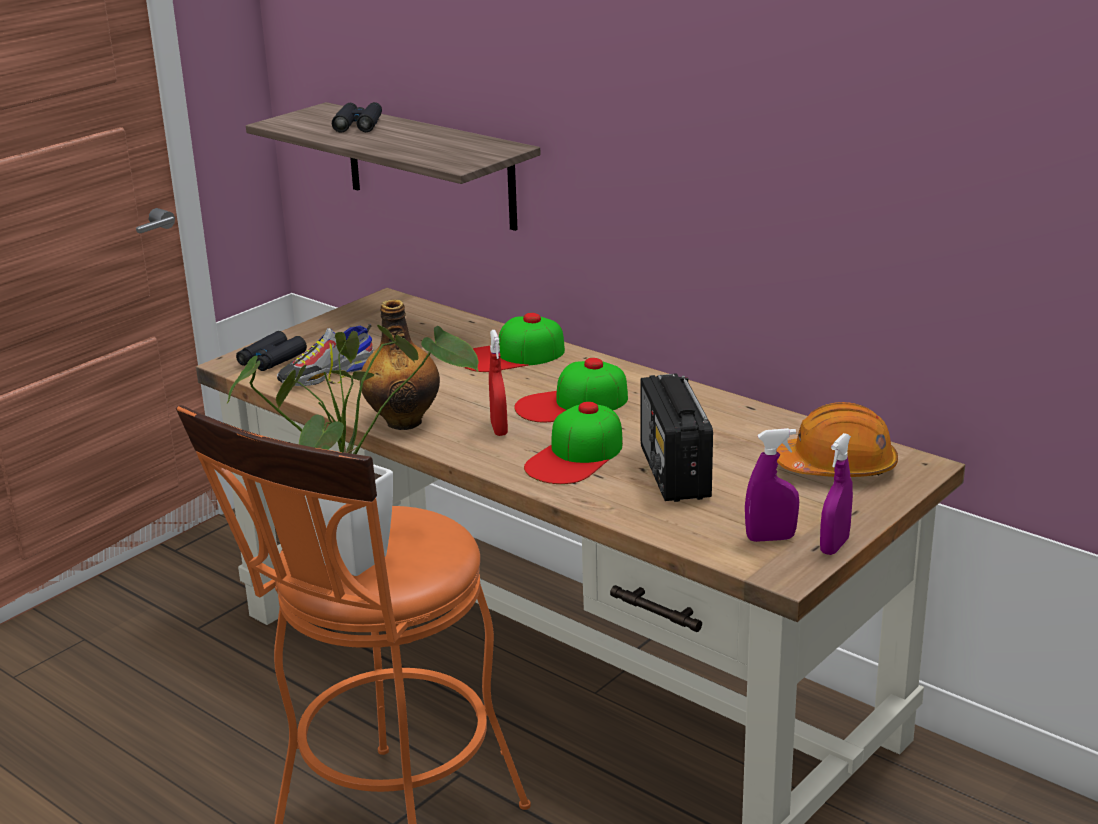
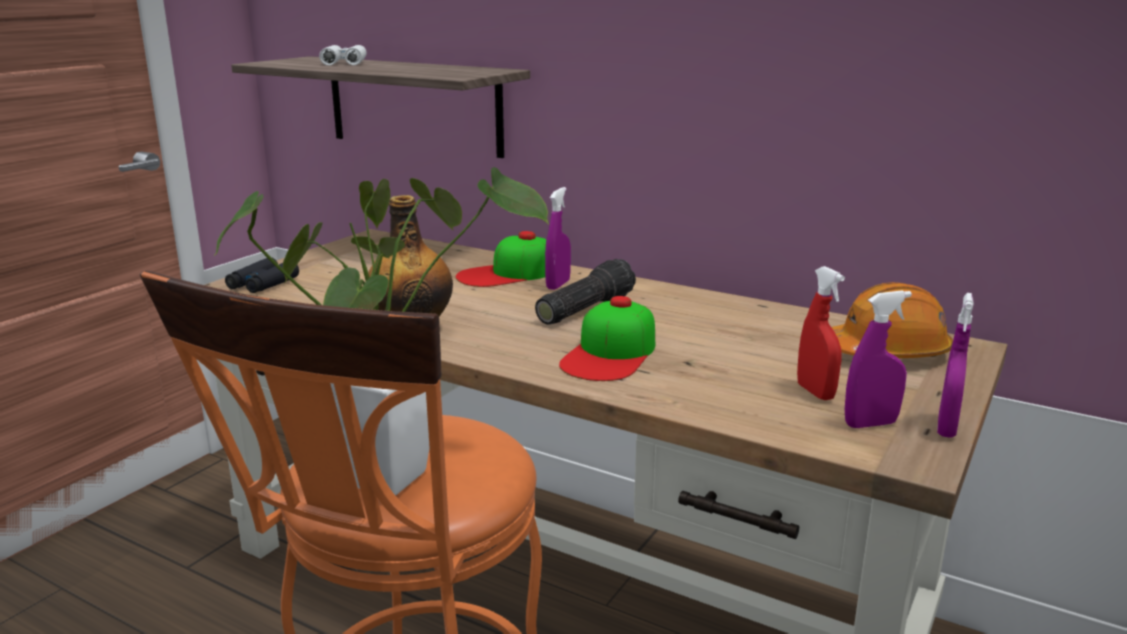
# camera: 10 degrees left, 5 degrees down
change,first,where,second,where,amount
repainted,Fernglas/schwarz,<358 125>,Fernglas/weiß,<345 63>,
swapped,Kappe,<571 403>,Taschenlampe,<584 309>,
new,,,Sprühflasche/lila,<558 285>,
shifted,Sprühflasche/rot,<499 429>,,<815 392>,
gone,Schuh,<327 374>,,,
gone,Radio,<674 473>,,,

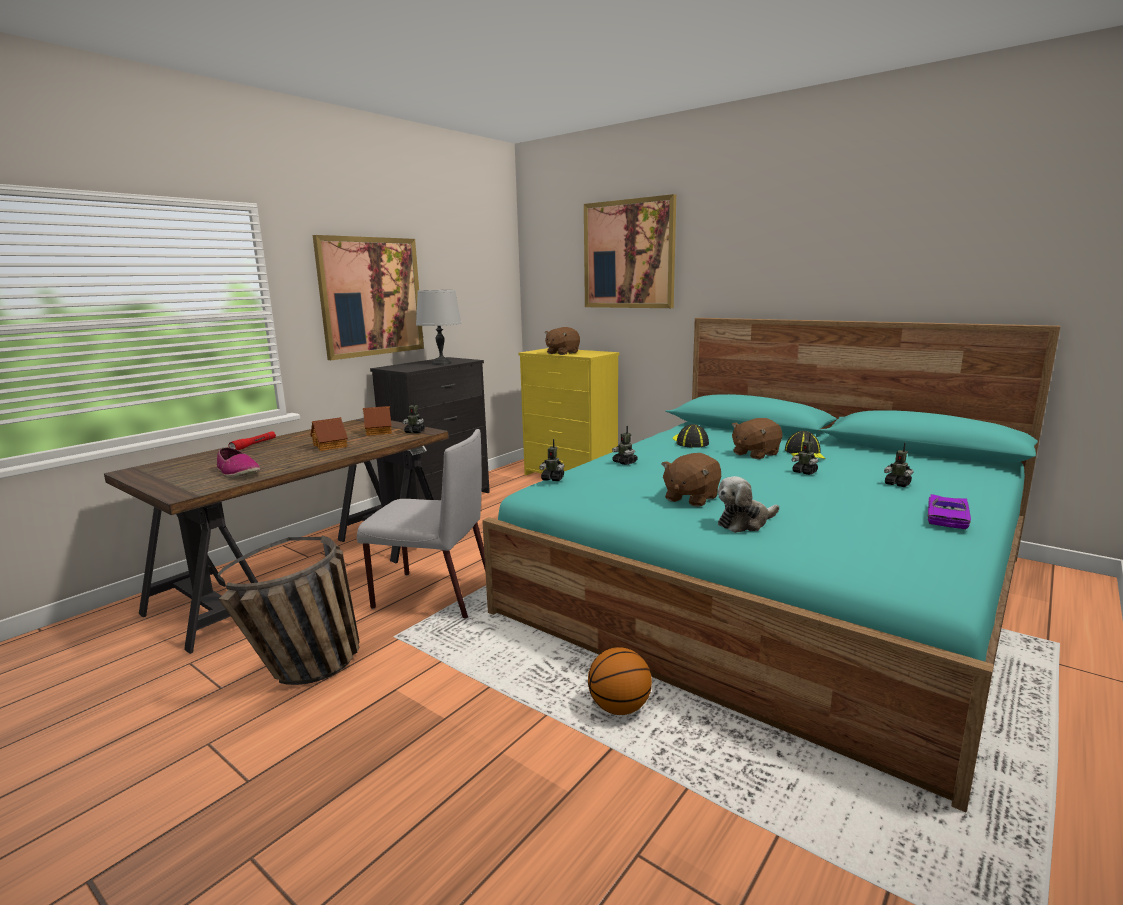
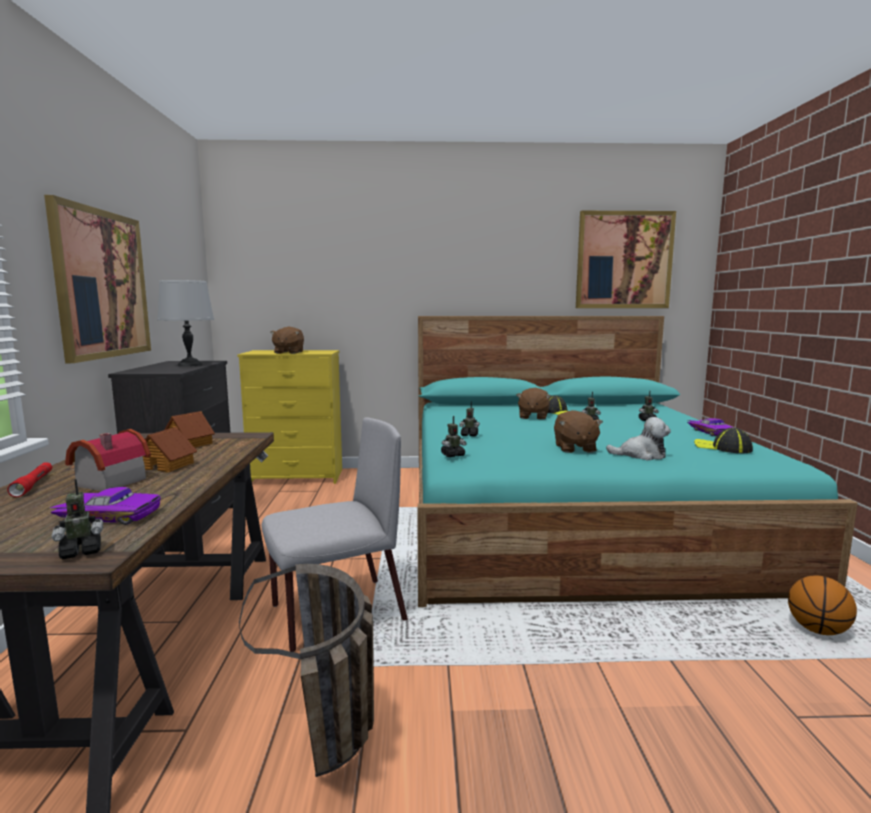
# camera: 40 degrees left, 5 degrees down
change,first,where,second,where,amount
swapped,Schuh,<237 472>,Spielzeugauto/lila,<111 515>,
shifted,Spielzeugroboter,<414 432>,,<81 552>,
new,,,Spielzeughaus,<107 482>,
shifted,Bild,<628 254>,,<624 260>,
rotated,Plüschtier,<745 523>,,<641 455>,105 degrees counterclockwise
shifted,Kappe,<689 442>,,<723 448>,
shifted,Basketball,<620 708>,,<818 630>,

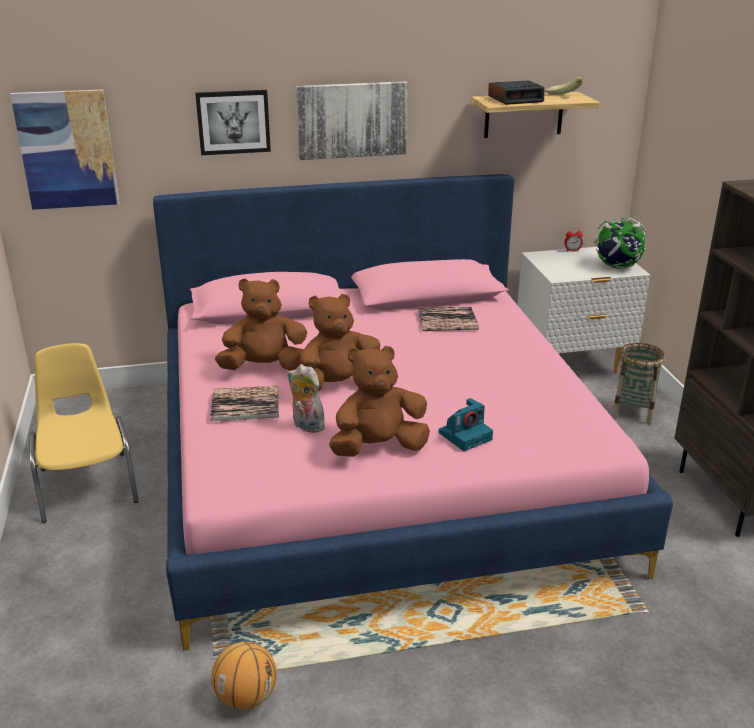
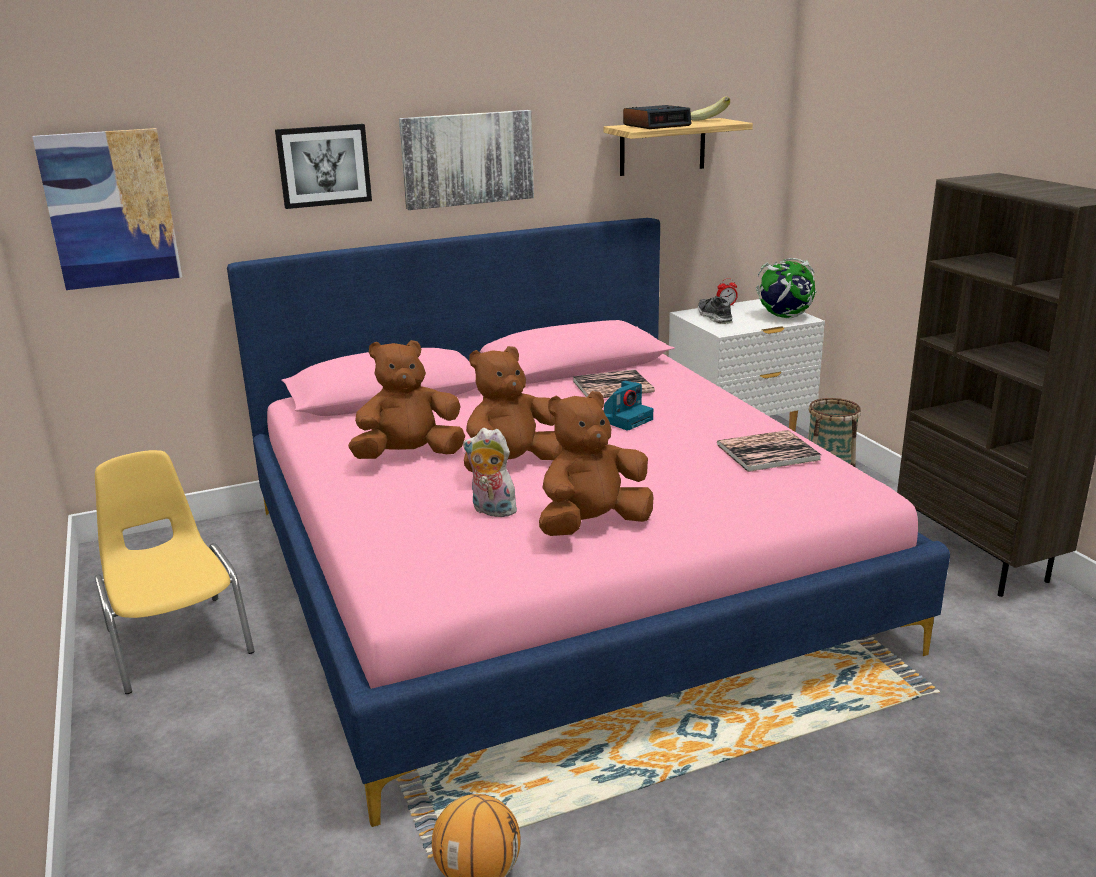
# camera: 10 degrees left, 5 degrees down
change,first,where,second,where,amount
shifted,Kamera,<465 435>,,<625 419>,
new,,,Schuh,<714 317>,
shifted,Buch,<245 404>,,<768 452>,

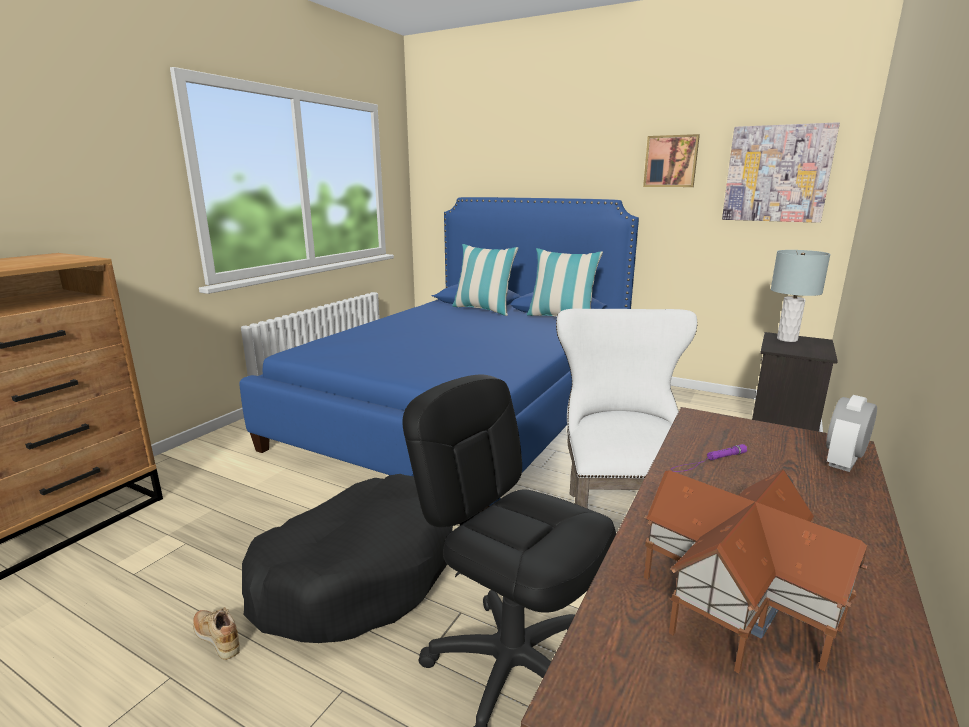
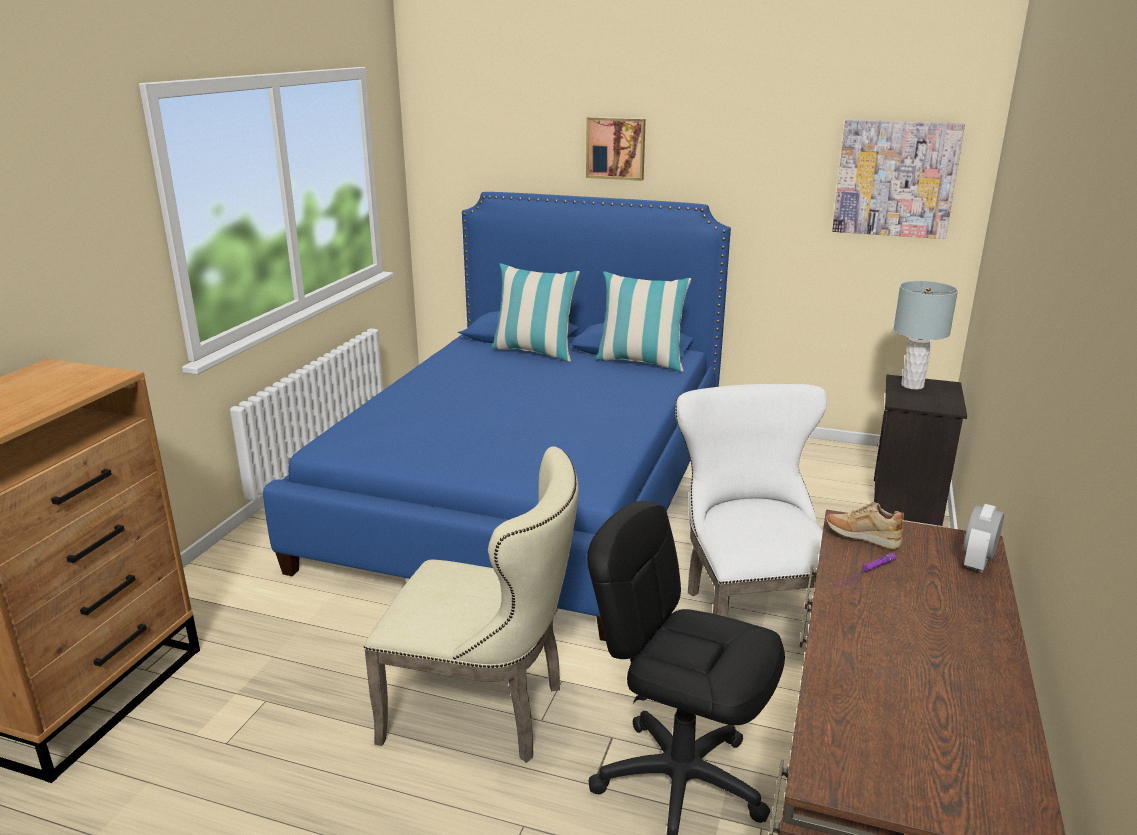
# camera: 10 degrees left, 5 degrees up
change,first,where,second,where,amount
swapped,Hundebett/schwarz,<358 573>,Stuhl/beige,<486 710>,
shifted,Bild,<671 161>,,<616 148>,
shifted,Schuh/beige,<218 639>,,<862 538>,
gone,Spielzeughaus,<735 599>,,,

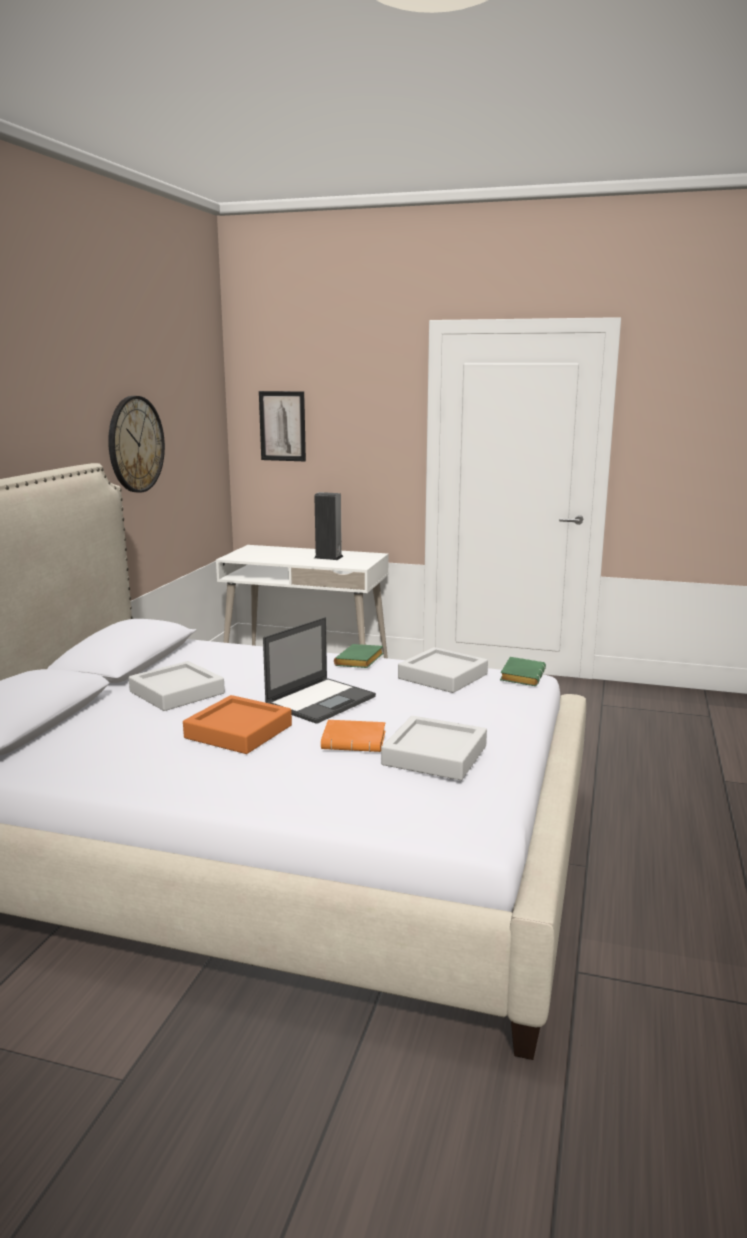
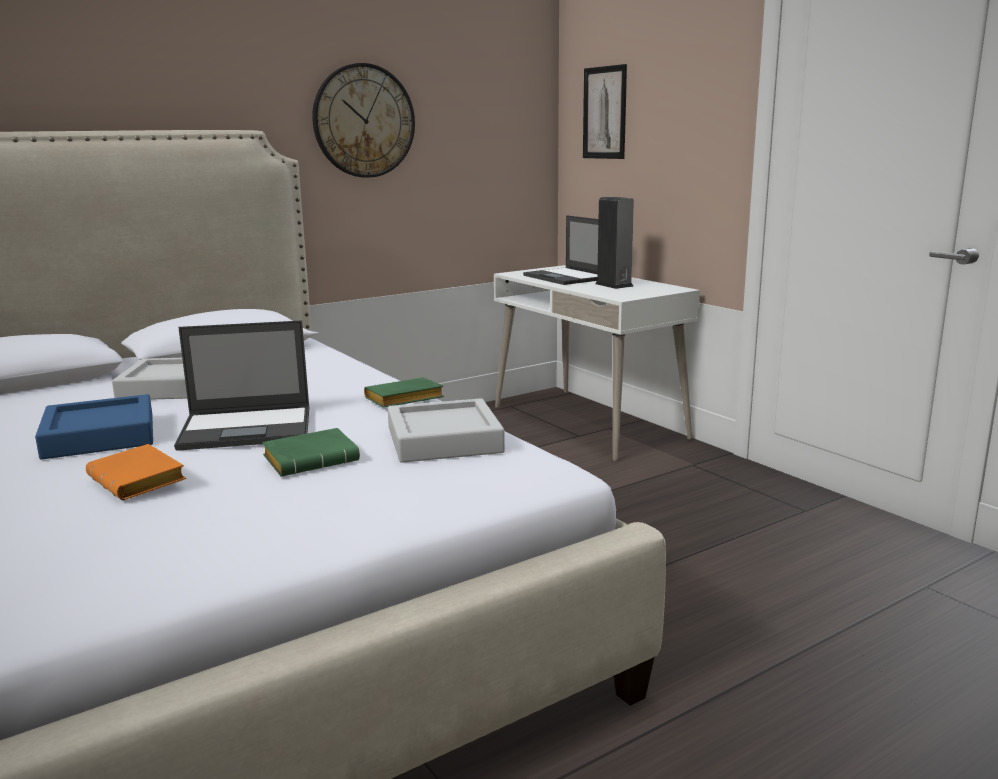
# camera: 40 degrees right, 0 degrees up
change,first,where,second,where,amount
repainted,Tablett/orange,<238 732>,Tablett/blau,<100 436>,
shifted,Buch/grün,<521 676>,,<313 459>,
new,,,Laptop,<567 277>,
gone,Tablett/grau,<434 755>,,,

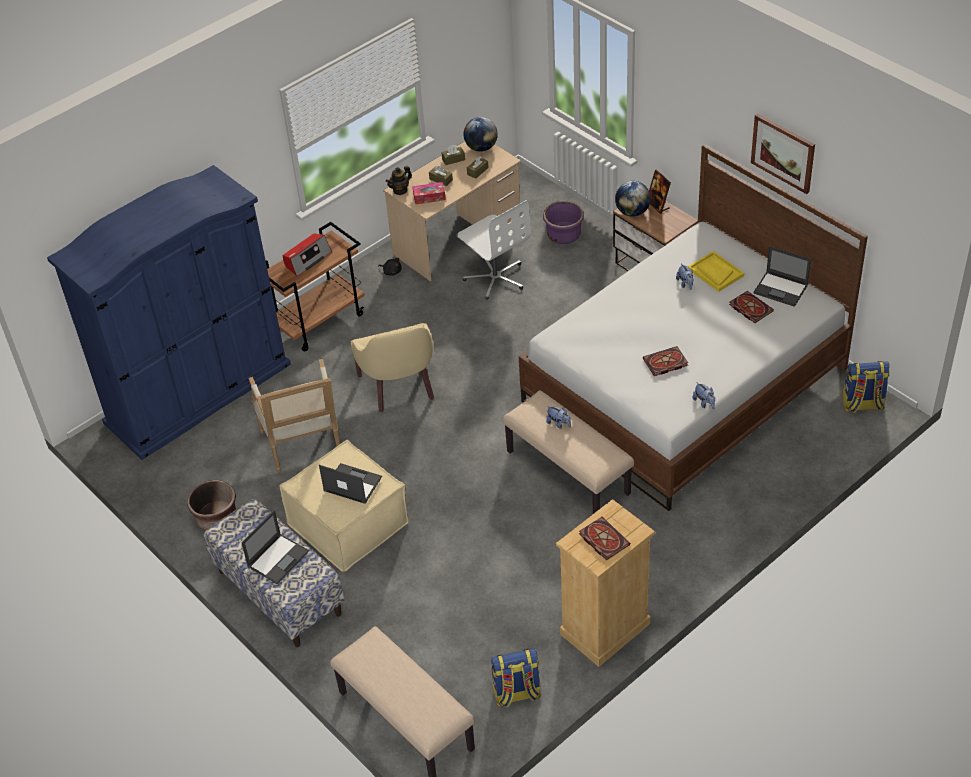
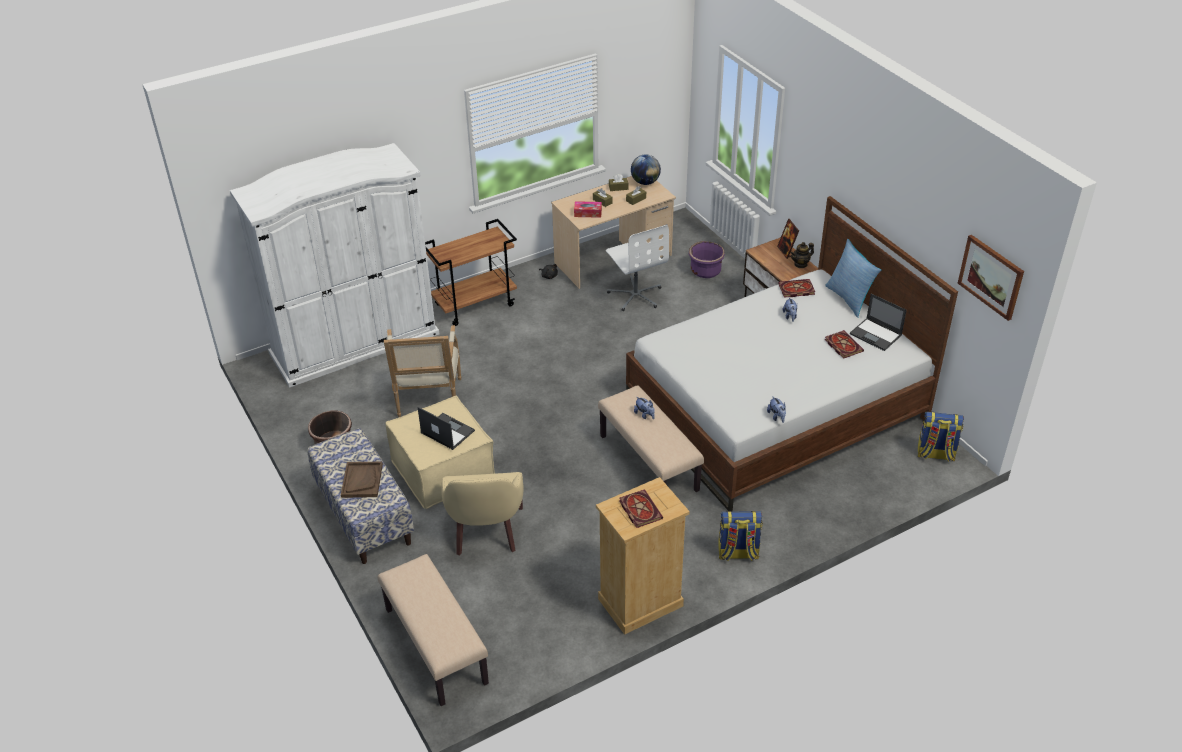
# camera: 10 degrees right, 5 degrees down
change,first,where,second,where,amount
repainted,Kleiderschrank/blau,<198 393>,Kleiderschrank/weiß,<354 343>,
swapped,Laptop,<278 558>,Tablett/braun,<362 480>,
shifted,Sessel/beige,<400 386>,,<485 532>,
shifted,Rucksack,<516 694>,,<737 553>,
shifted,Buch,<664 363>,,<795 290>,
shifted,Teekanne,<400 190>,,<801 264>,
new,,,Kissen,<849 299>,
shifted,Bild,<783 152>,,<991 276>,
gone,Radio,<307 259>,,,
gone,Globus,<632 212>,,,
gone,Tablett/gelb,<715 272>,,,

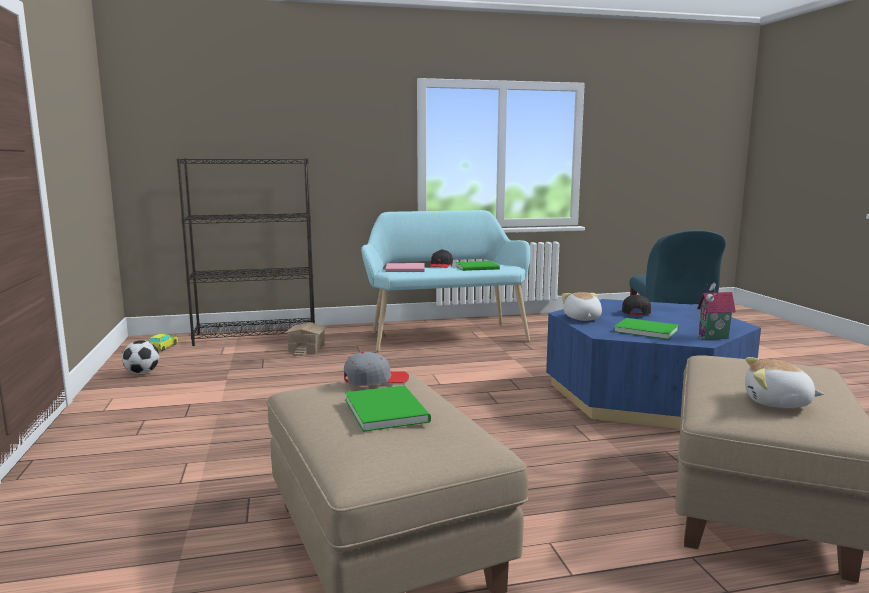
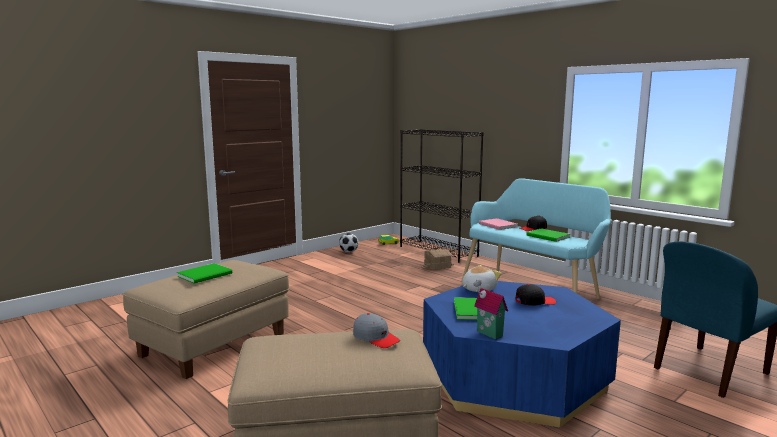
# camera: 60 degrees right, 0 degrees up
change,first,where,second,where,amount
shifted,Kappe/grau,<375 380>,,<376 338>,
gone,Plüschtier,<777 403>,,,

